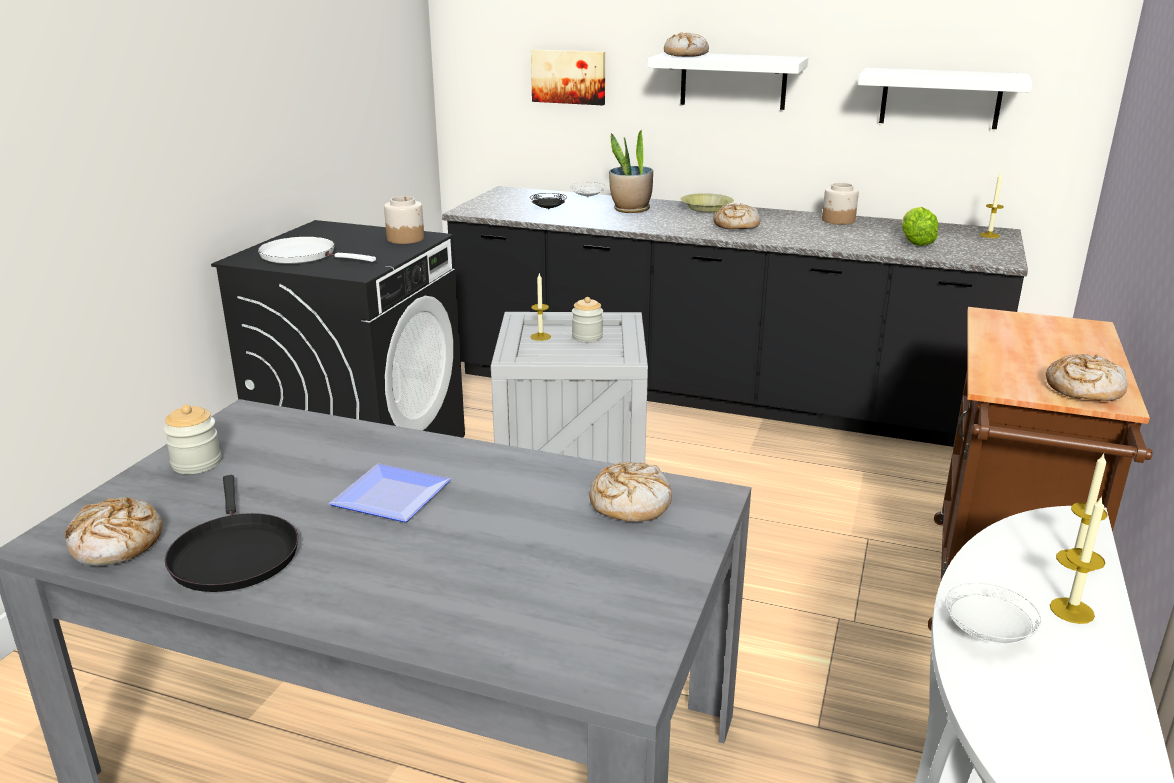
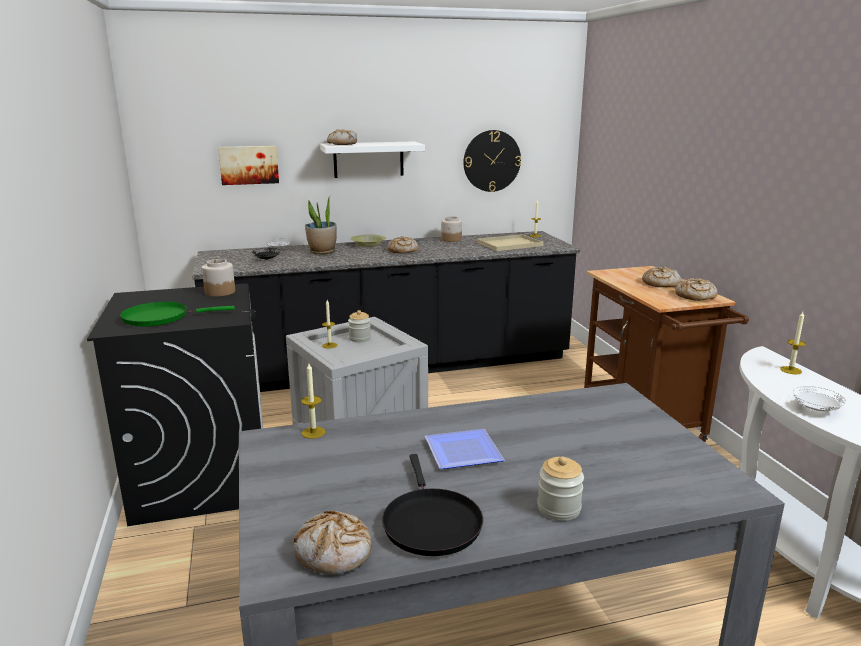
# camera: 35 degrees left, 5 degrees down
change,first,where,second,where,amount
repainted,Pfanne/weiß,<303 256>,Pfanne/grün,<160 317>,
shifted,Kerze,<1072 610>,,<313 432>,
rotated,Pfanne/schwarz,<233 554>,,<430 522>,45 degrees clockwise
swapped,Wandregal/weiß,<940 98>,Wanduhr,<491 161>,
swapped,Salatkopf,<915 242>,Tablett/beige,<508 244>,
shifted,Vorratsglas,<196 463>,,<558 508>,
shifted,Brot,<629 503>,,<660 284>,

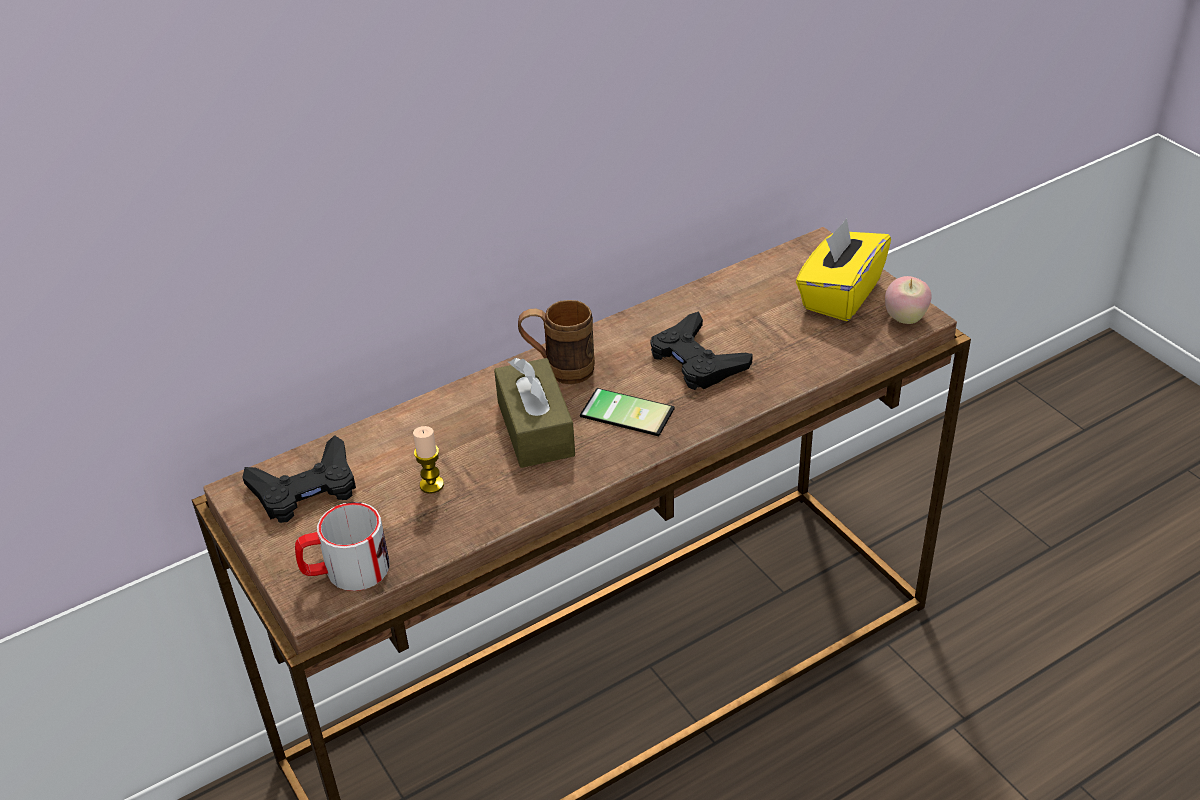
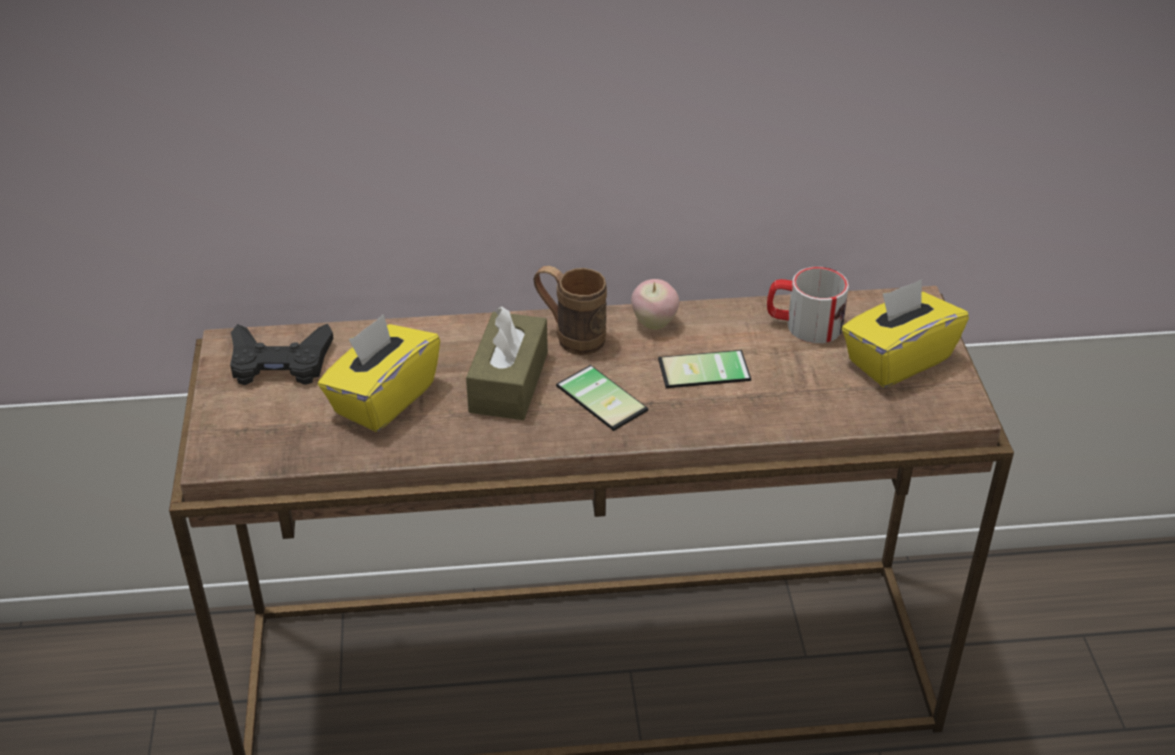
# camera: 25 degrees right, 0 degrees up
change,first,where,second,where,amount
swapped,Kerze,<431 485>,Taschentuchbox/gelb,<383 398>,
shifted,Apfel,<905 318>,,<654 323>,
swapped,Gamepad/schwarz,<697 360>,Handy,<705 373>,
shifted,Henkelbecher,<345 570>,,<803 325>,

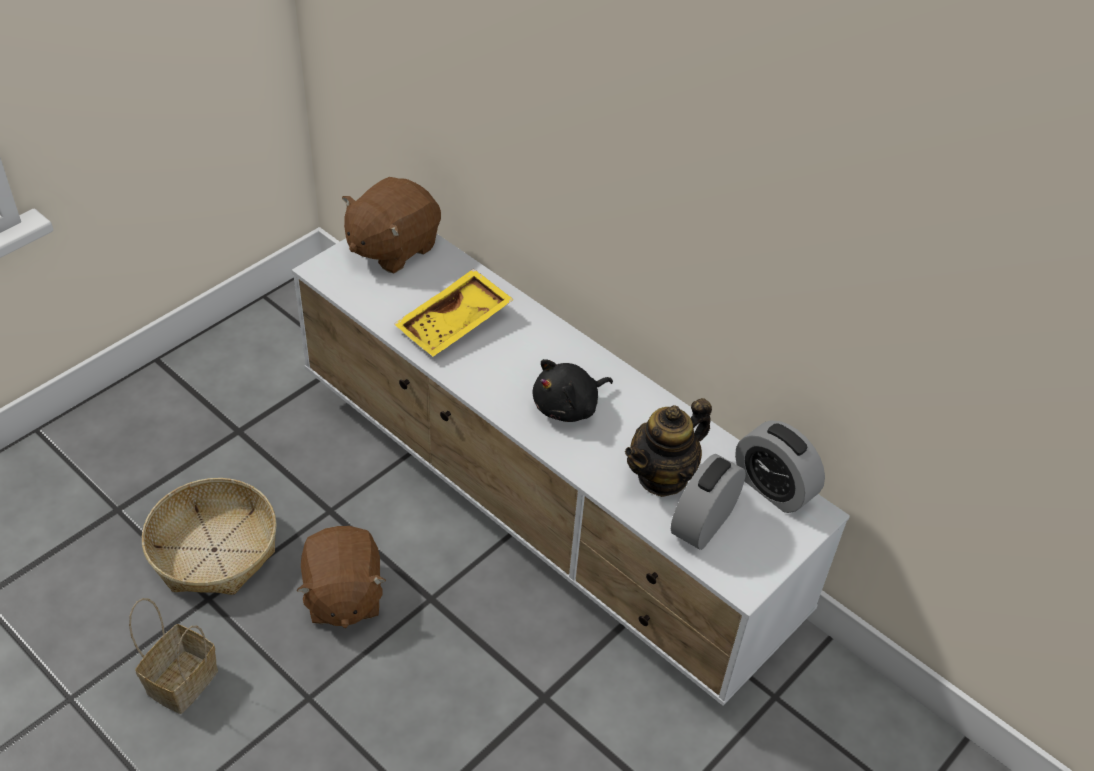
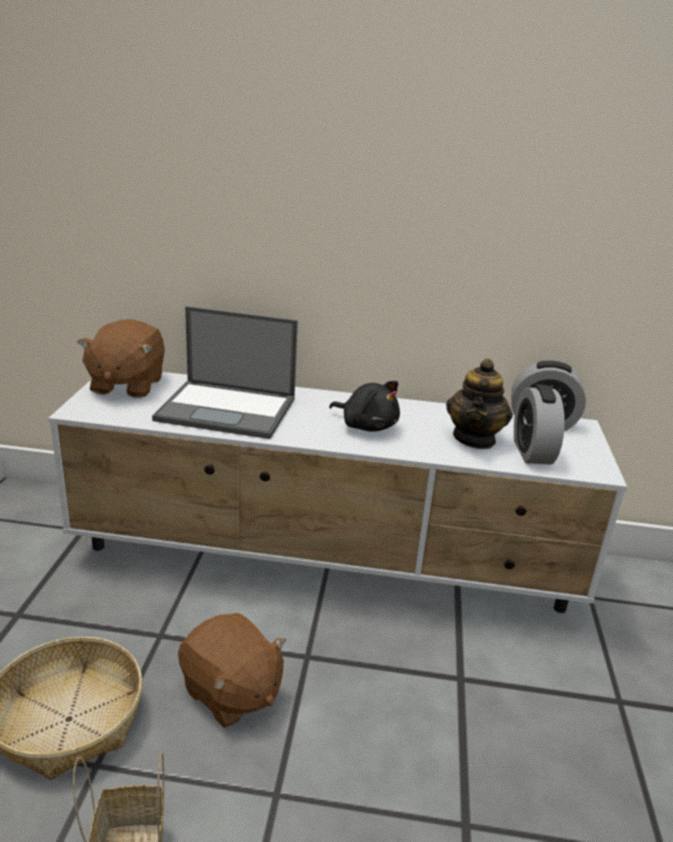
# camera: 35 degrees left, 20 degrees down
change,first,where,second,where,amount
swapped,Tablett/gelb,<455 324>,Laptop,<228 409>,
rotated,Plüschtier/schwarz,<568 406>,,<367 425>,75 degrees counterclockwise

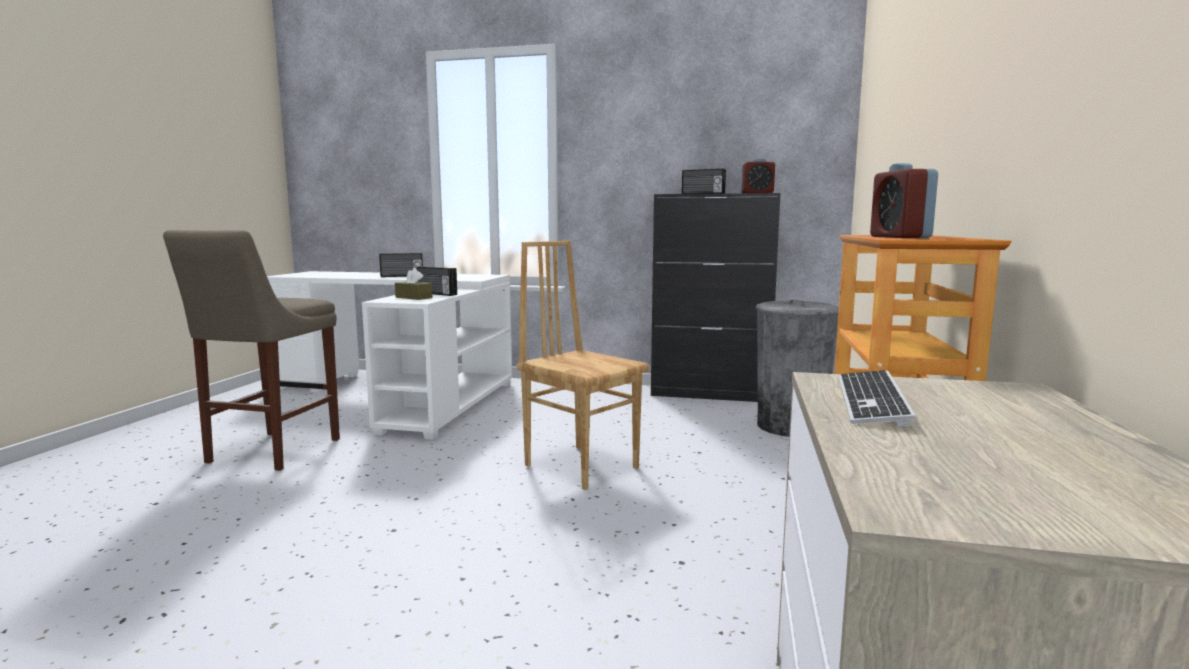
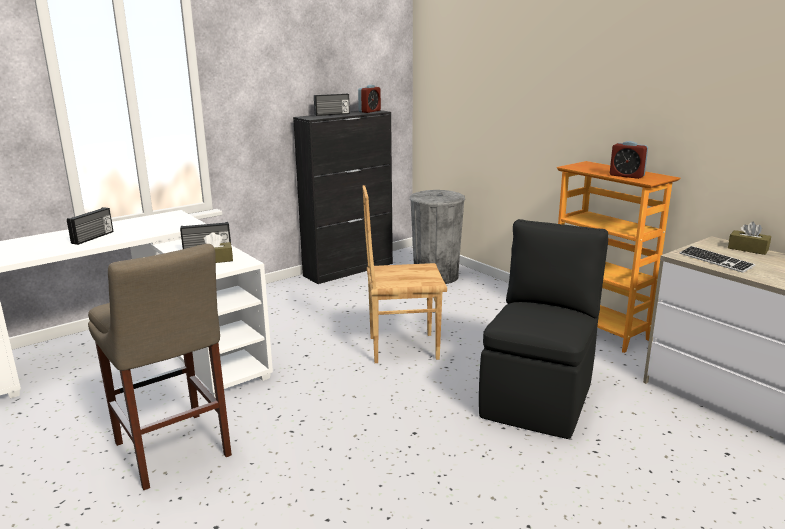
# camera: 50 degrees left, 10 degrees up
change,first,where,second,where,amount
new,,,Stuhl/schwarz,<539 397>,
new,,,Taschentuchbox/braun,<748 249>,

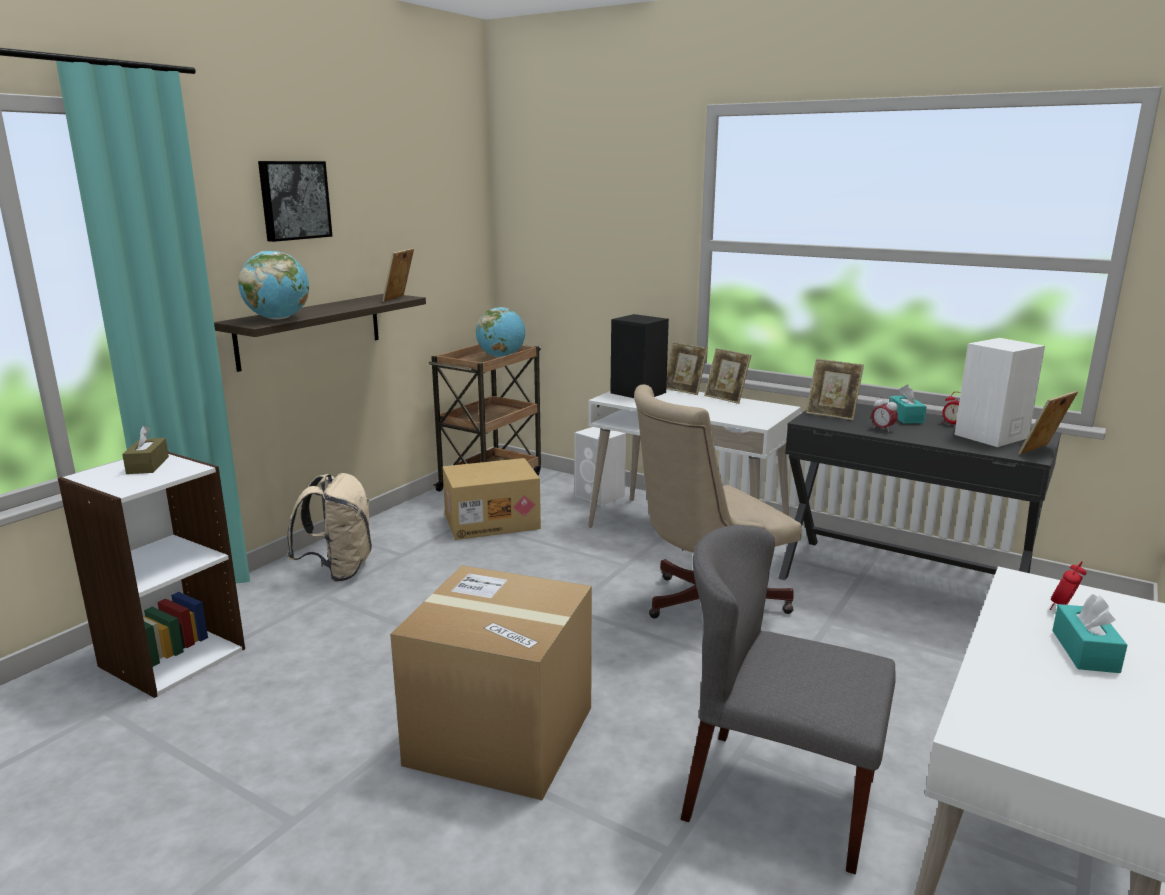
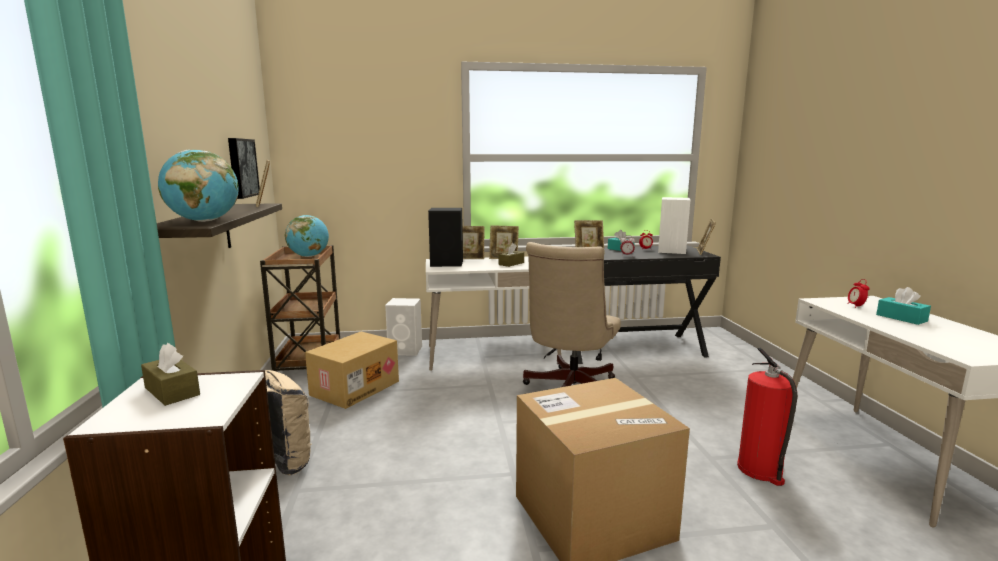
# camera: 40 degrees left, 5 degrees down
change,first,where,second,where,amount
shifted,Bild,<293 200>,,<241 168>,
new,,,Taschentuchbox/braun,<511 263>,
swapped,Stuhl/grau,<778 798>,Feuerlöscher,<760 470>,

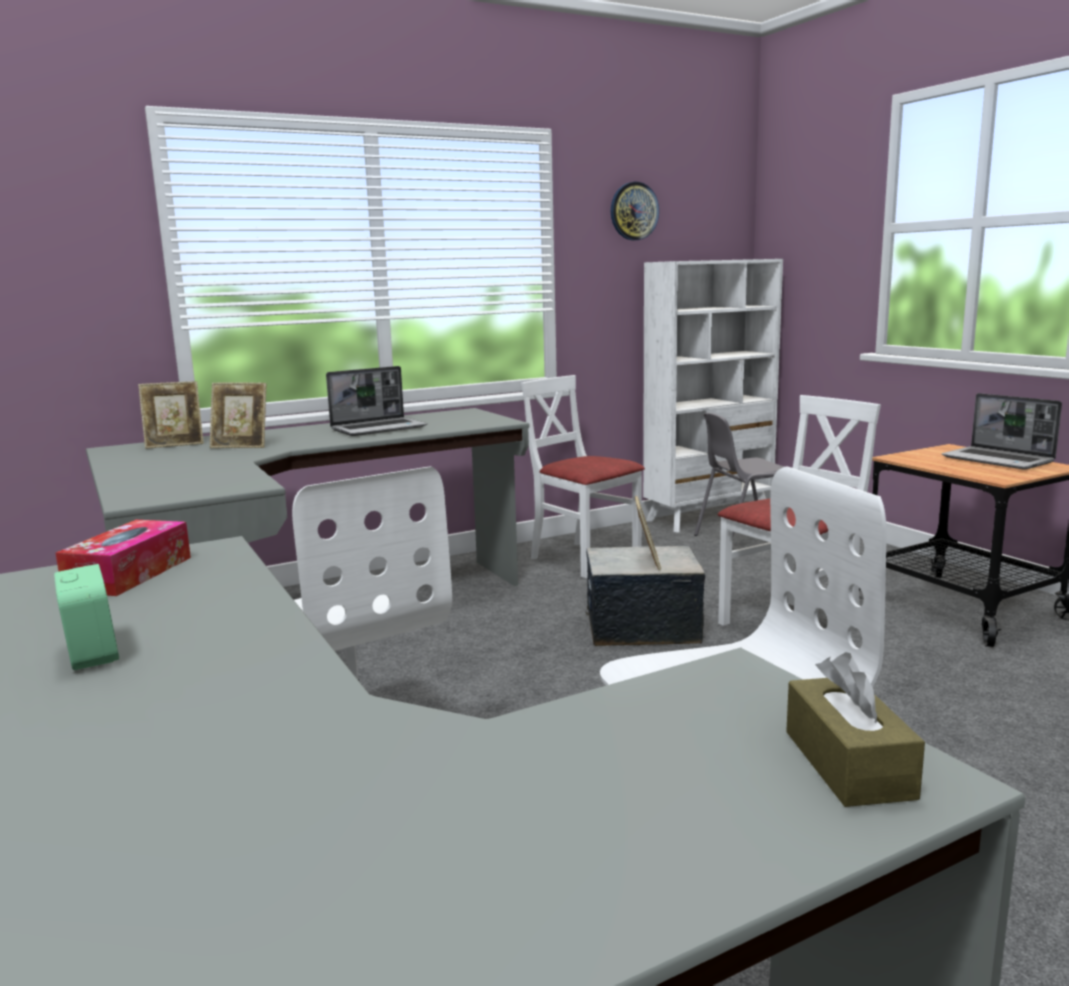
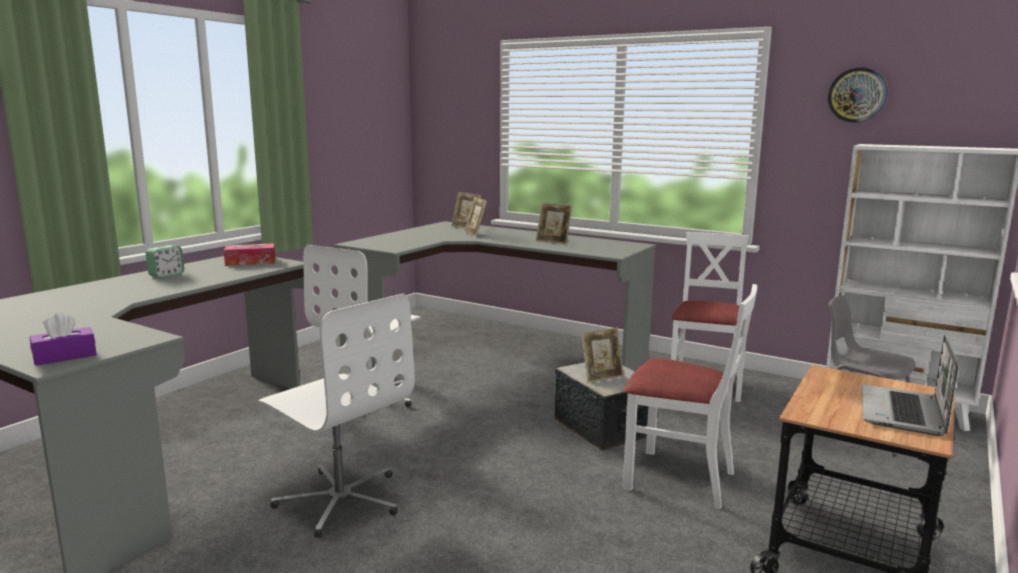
# camera: 60 degrees right, 0 degrees up
change,first,where,second,where,amount
repainted,Taschentuchbox/braun,<848 764>,Taschentuchbox/lila,<65 356>,
swapped,Laptop,<379 428>,Bilderrahmen,<553 241>,

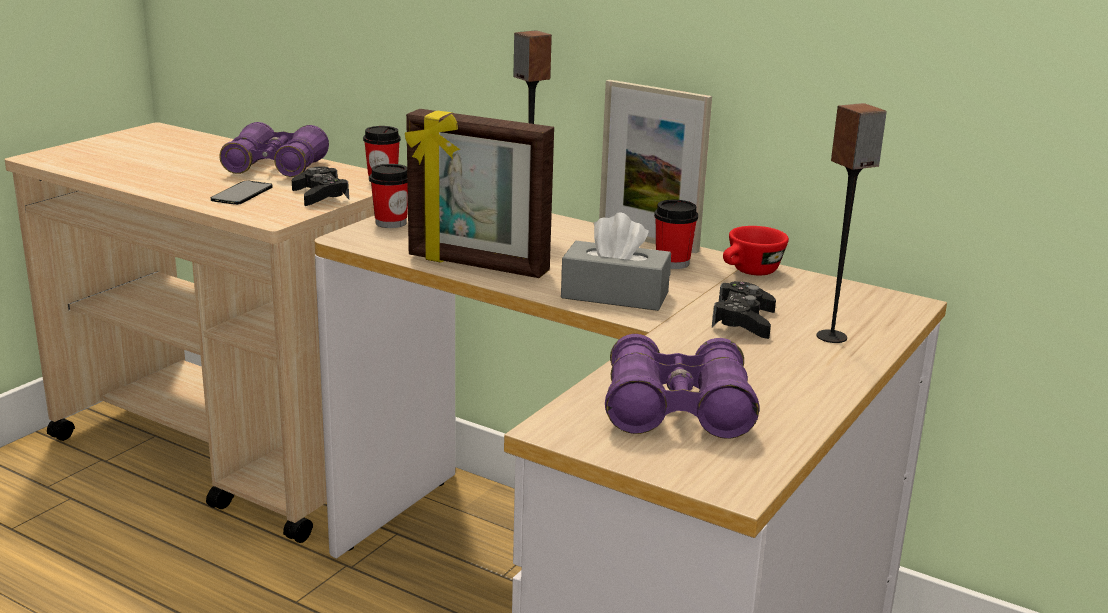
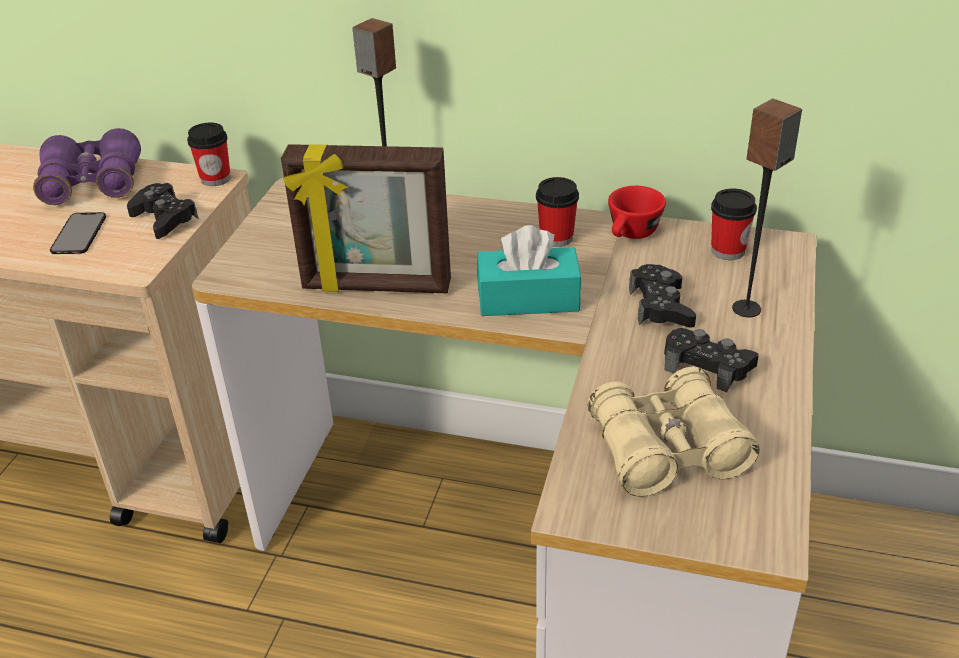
# camera: 15 degrees left, 15 degrees up
change,first,where,second,where,amount
repainted,Taschentuchbox/grau,<615 295>,Taschentuchbox/türkis,<528 299>,
repainted,Fernglas/lila,<677 410>,Fernglas/beige,<667 450>,
new,,,Gamepad/schwarz,<707 366>,
shifted,Tasse,<391 223>,,<728 251>,
gone,Bilderrahmen,<647 240>,,,

